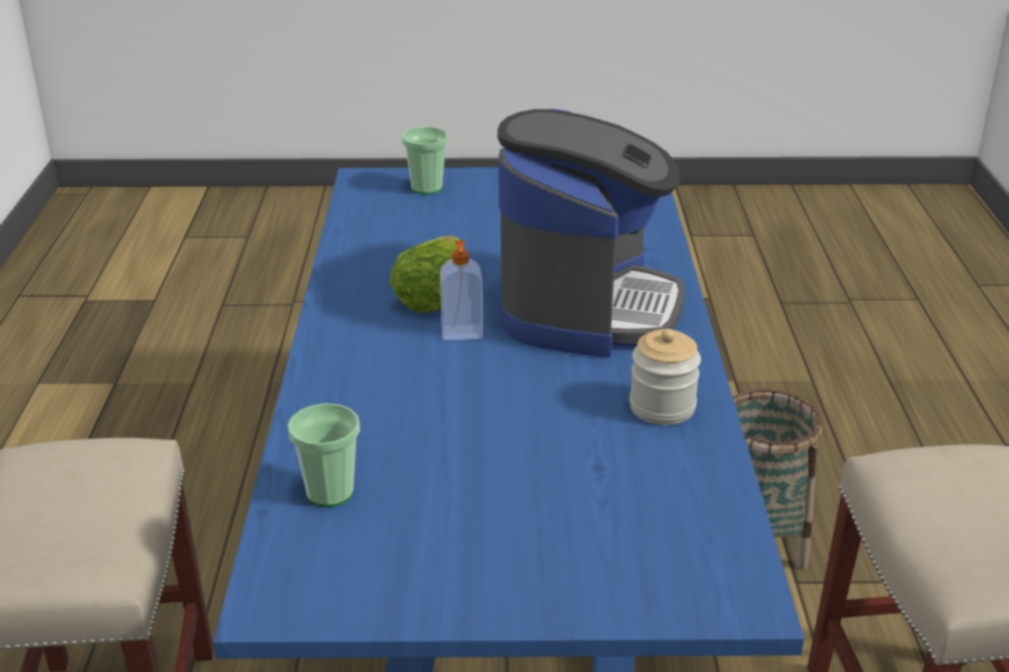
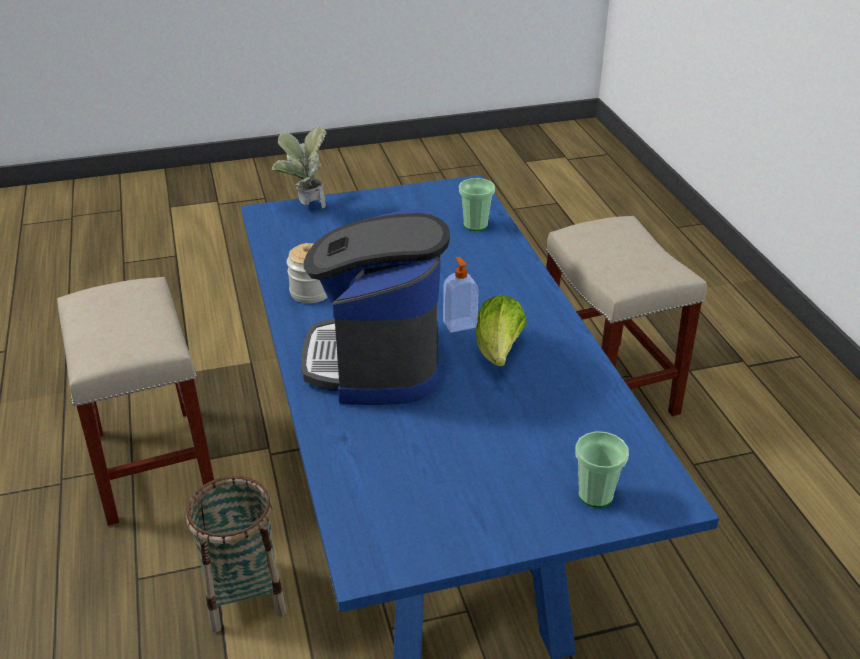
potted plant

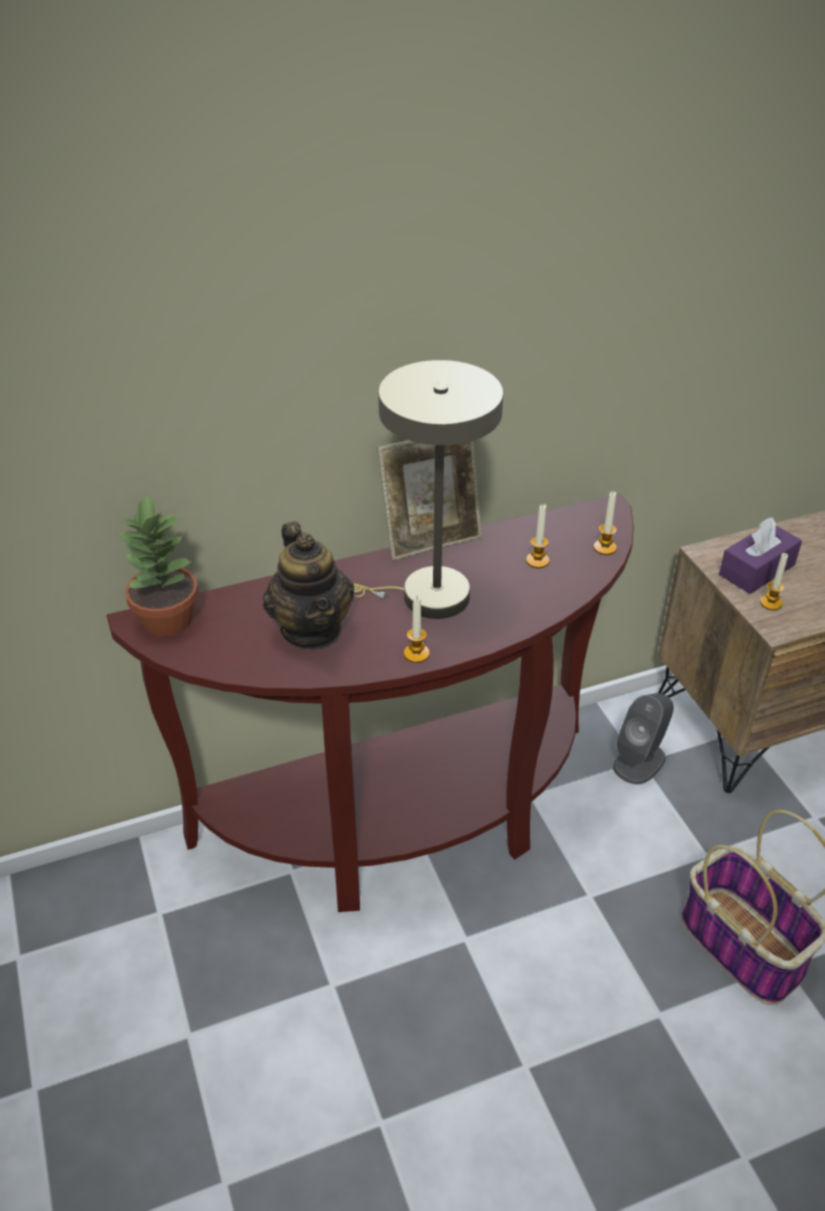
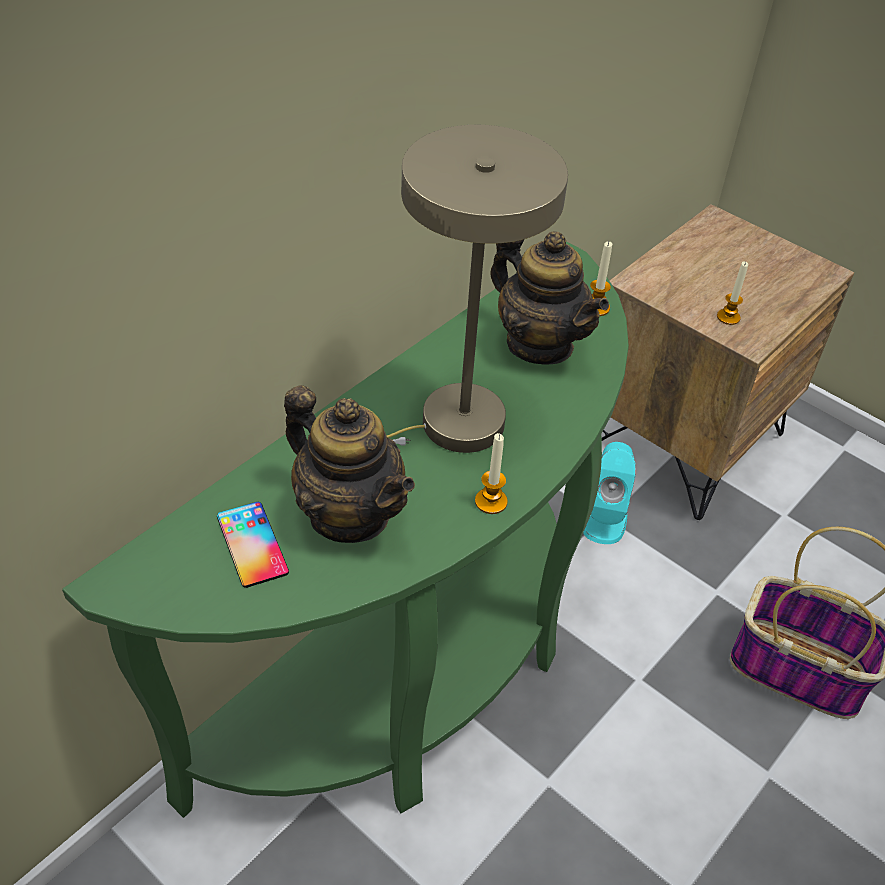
picture frame; console table (green); potted plant; teapot (2nd from left); tissue box (purple); speaker (turquoise); phone

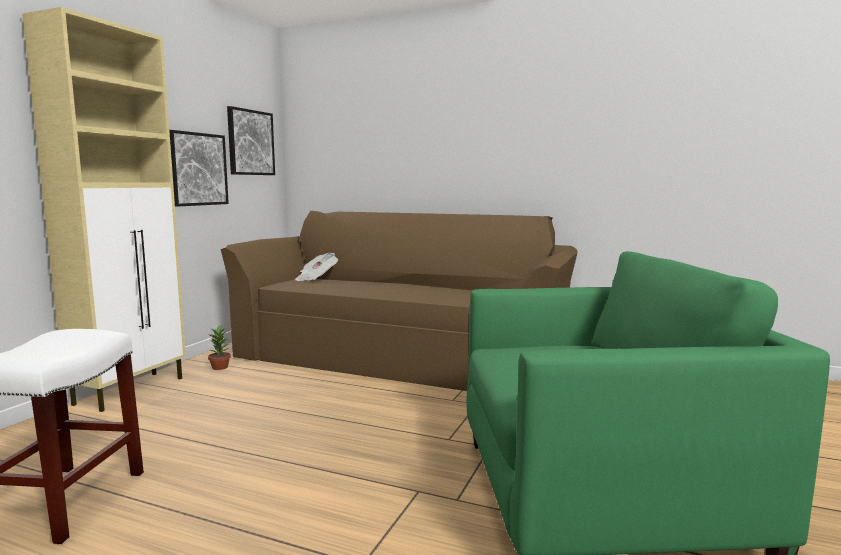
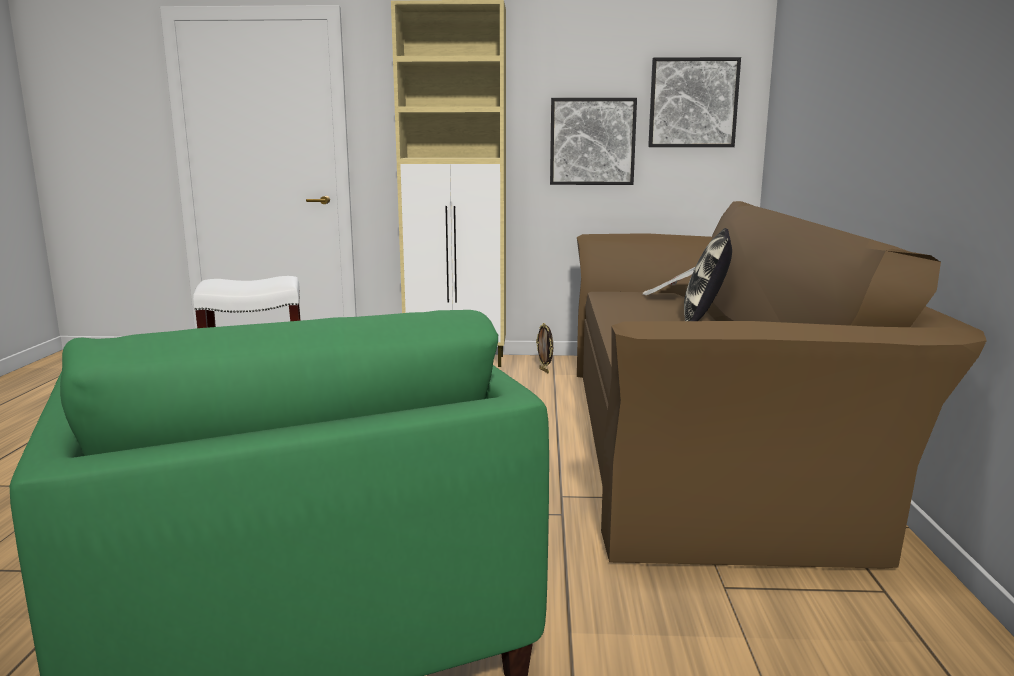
picture frame; pillow

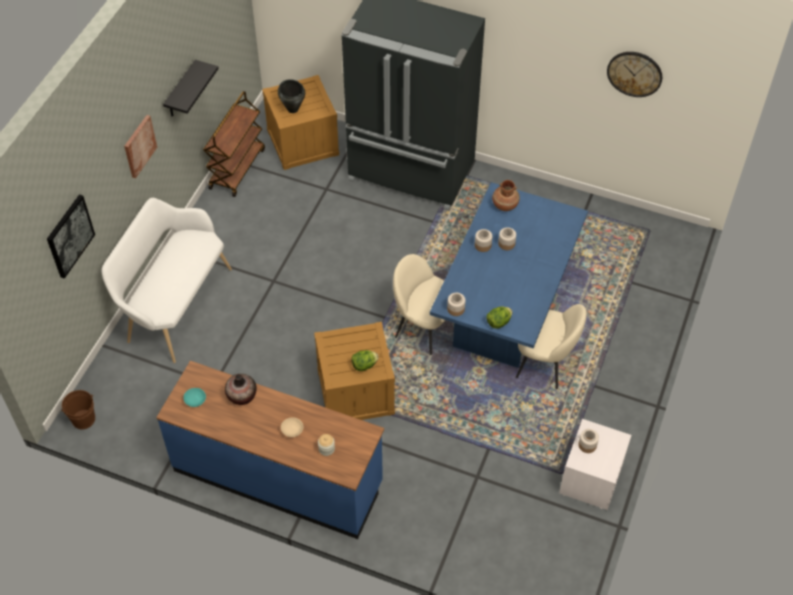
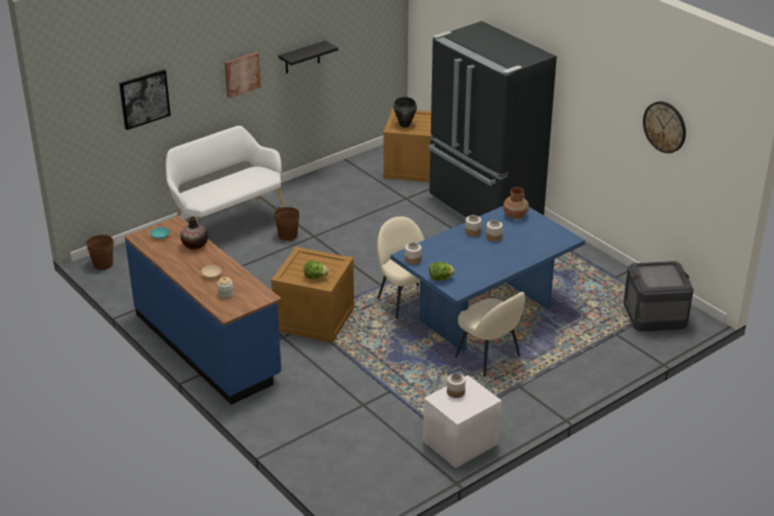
cart (brown); bucket (brown) (2nd from left); crate (3rd from left)

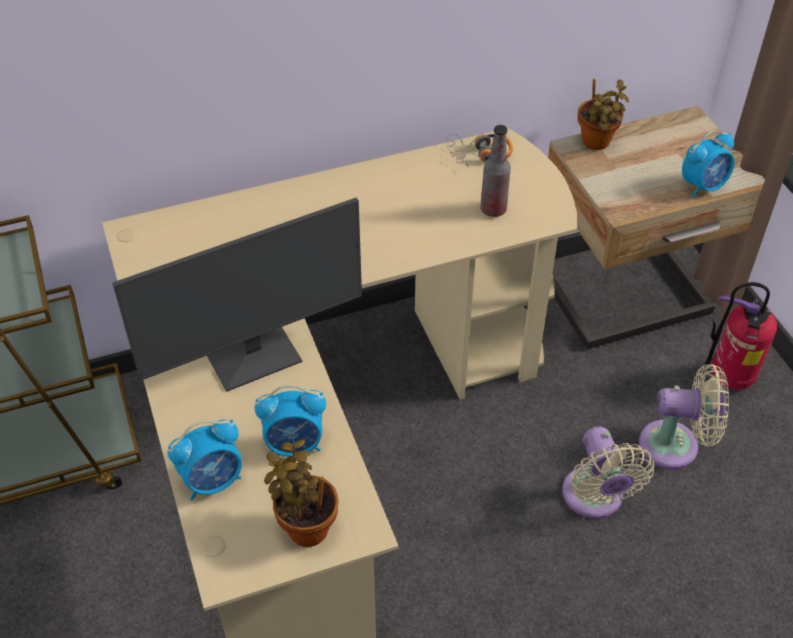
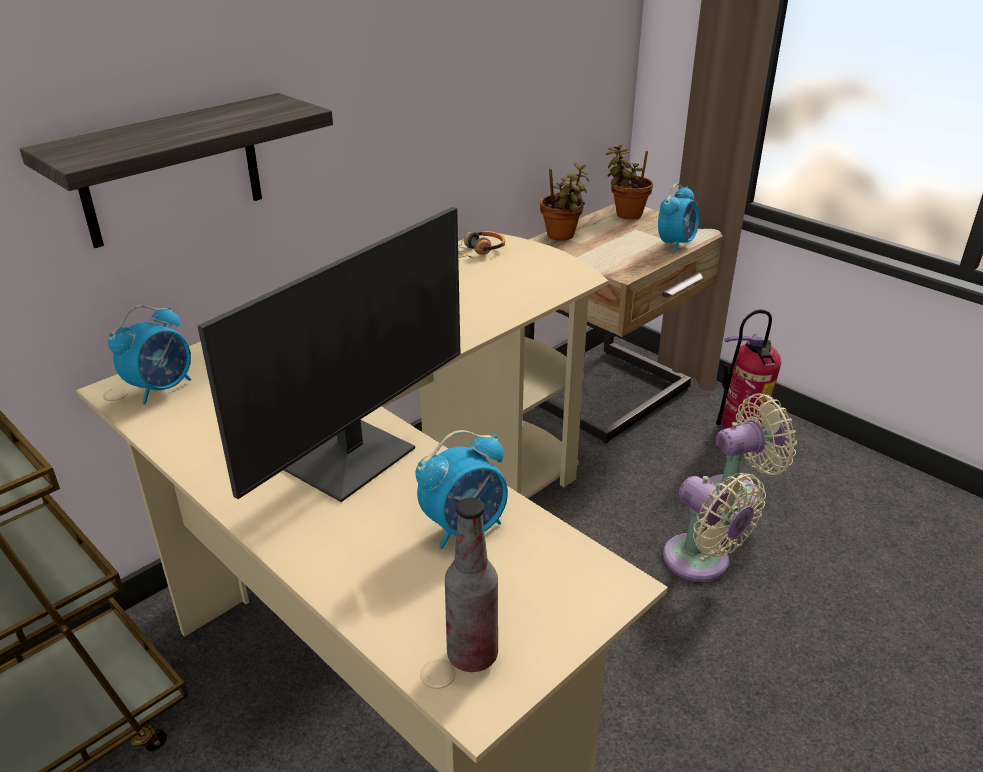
bottle; alarm clock (1st from left); potted plant (2nd from left); shelf

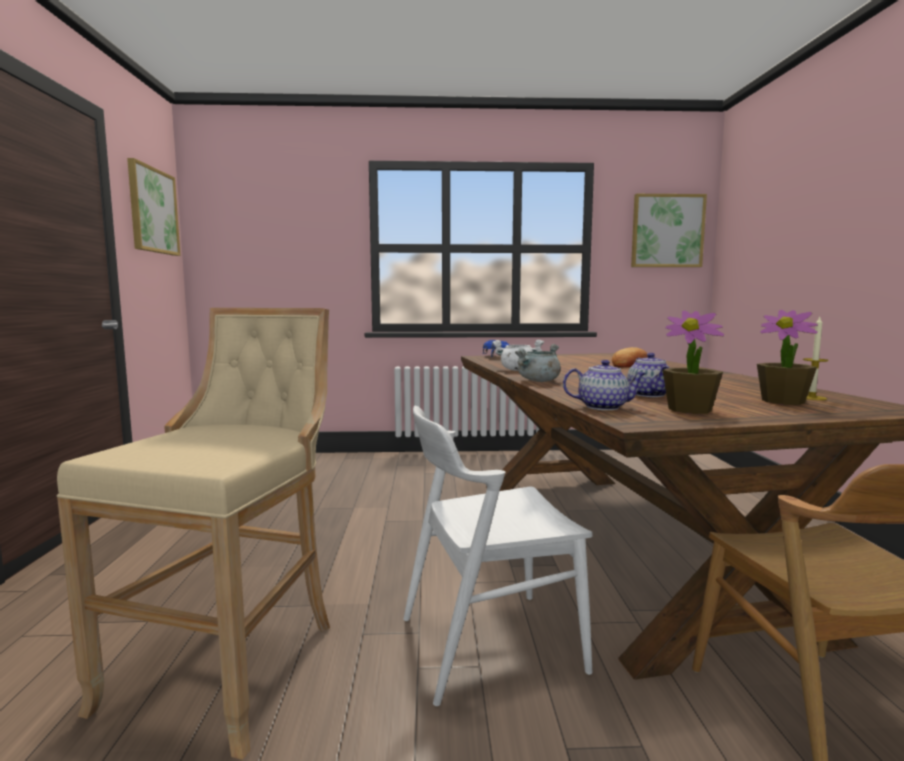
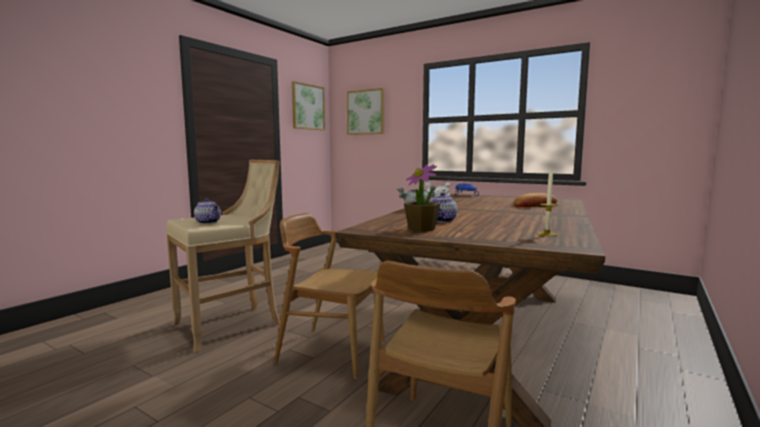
picture (2nd from left); potted plant (2nd from left in the first image); teapot (1st from left); chair (brown) (1st from left)

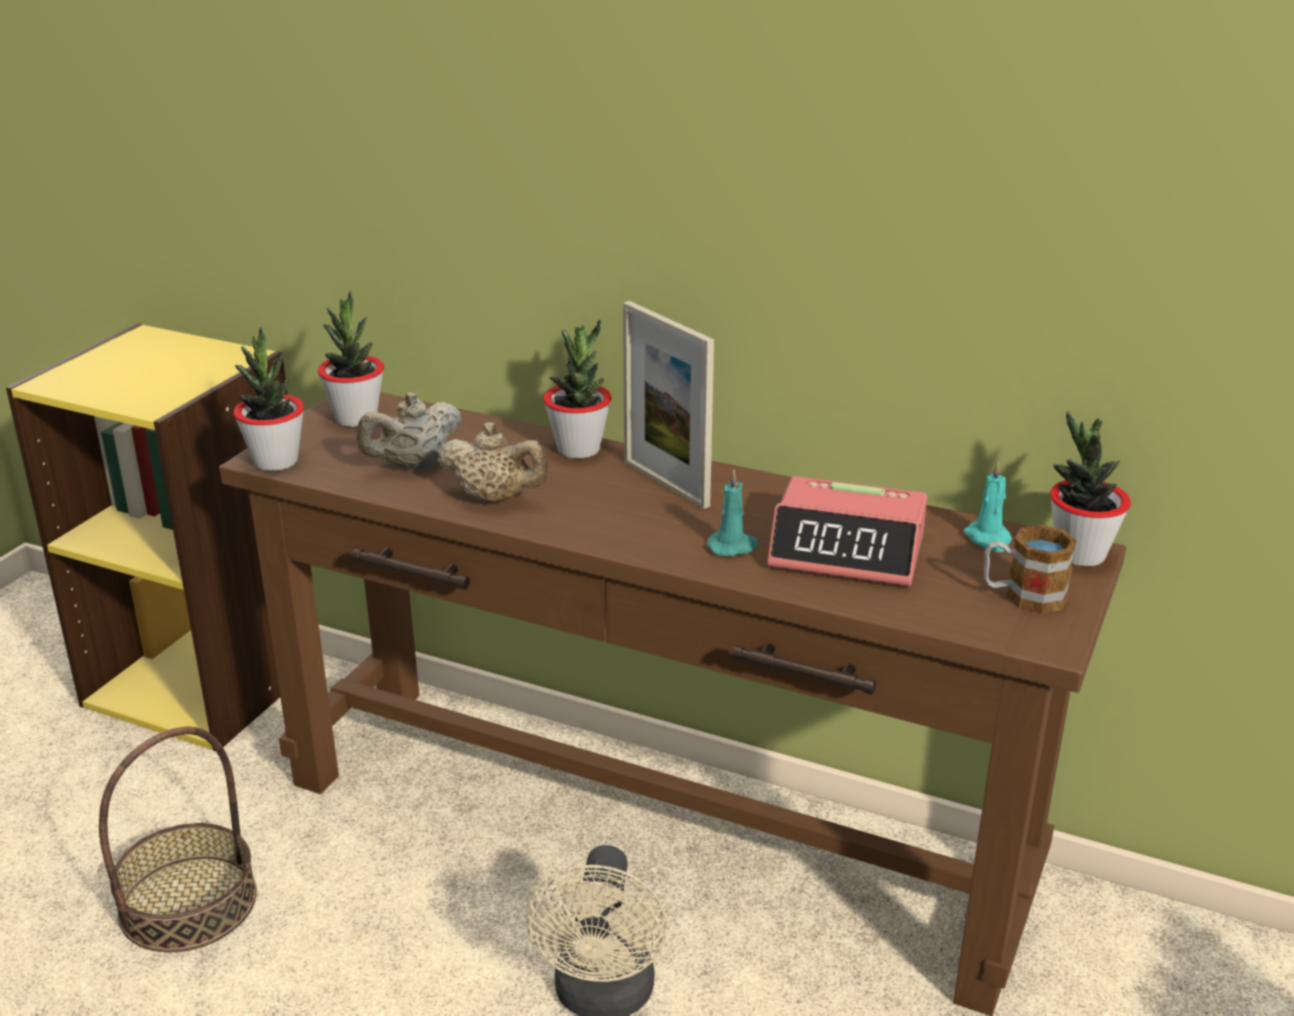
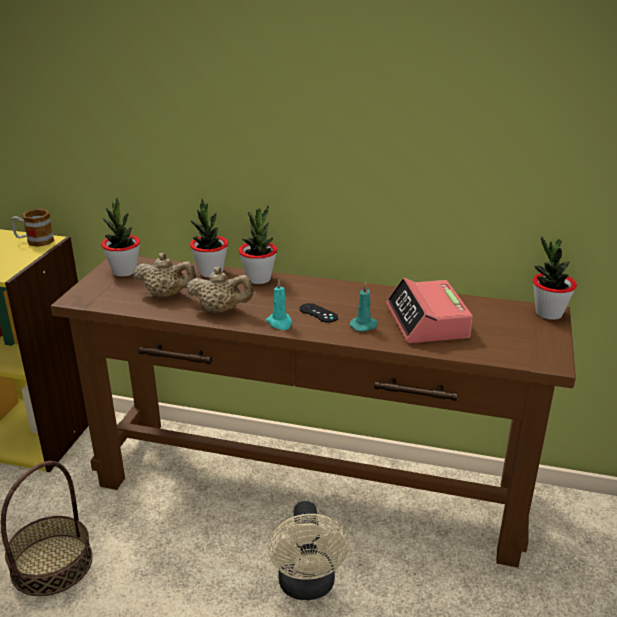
picture frame; potted plant (2nd from left); teapot (beige) (1st from left); candle (turquoise) (1st from left); alarm clock; mug; game controller (black)

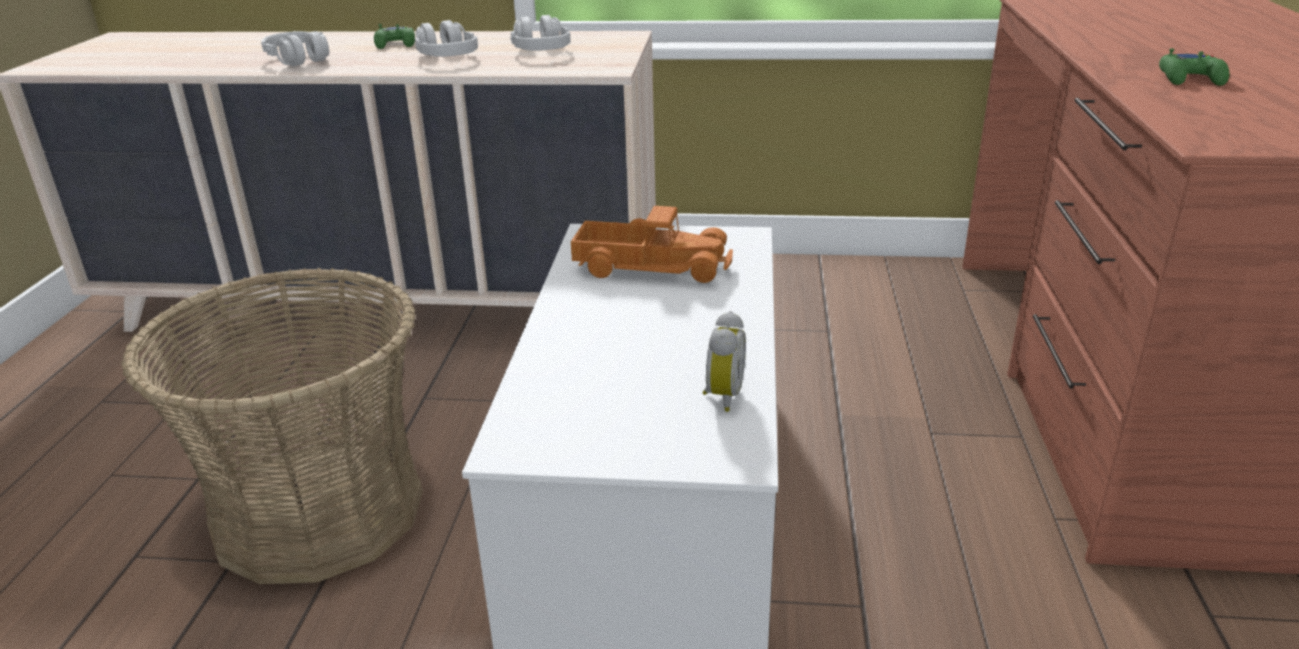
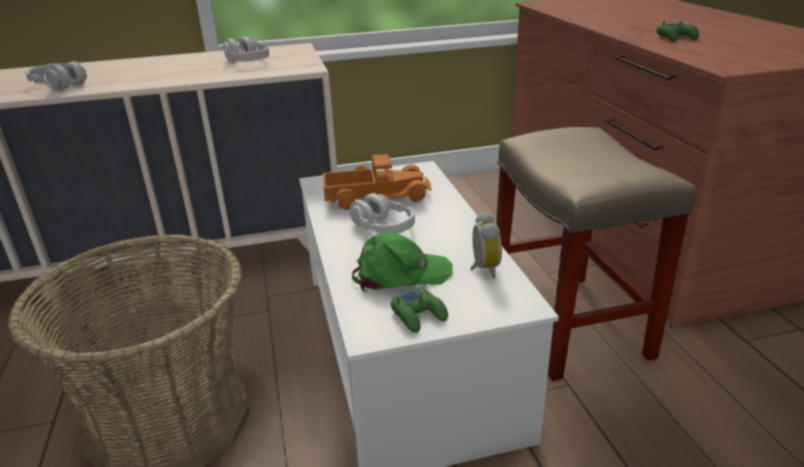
headphones (grey) (3rd from left); game controller (green) (1st from left); stool (beige); cap (green)

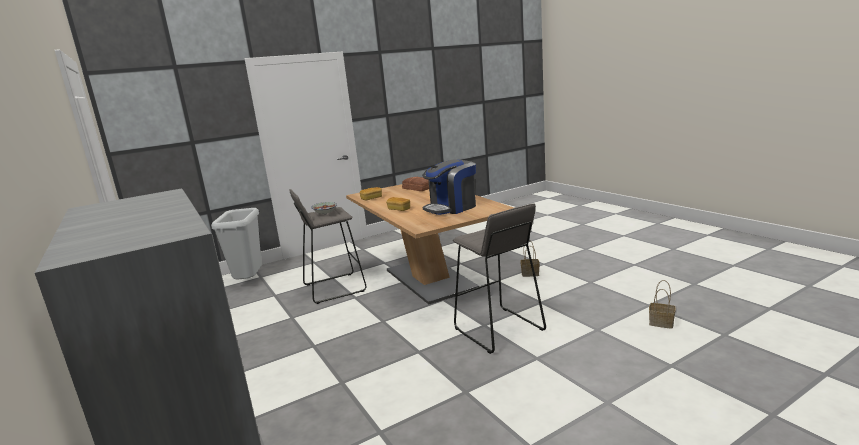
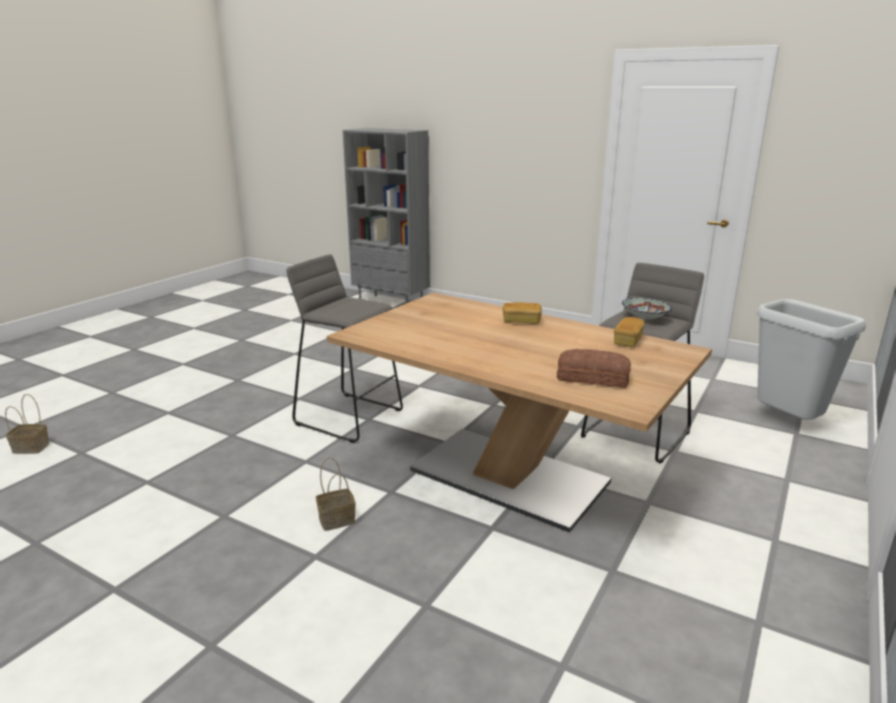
coffee machine; basket (1st from left)

